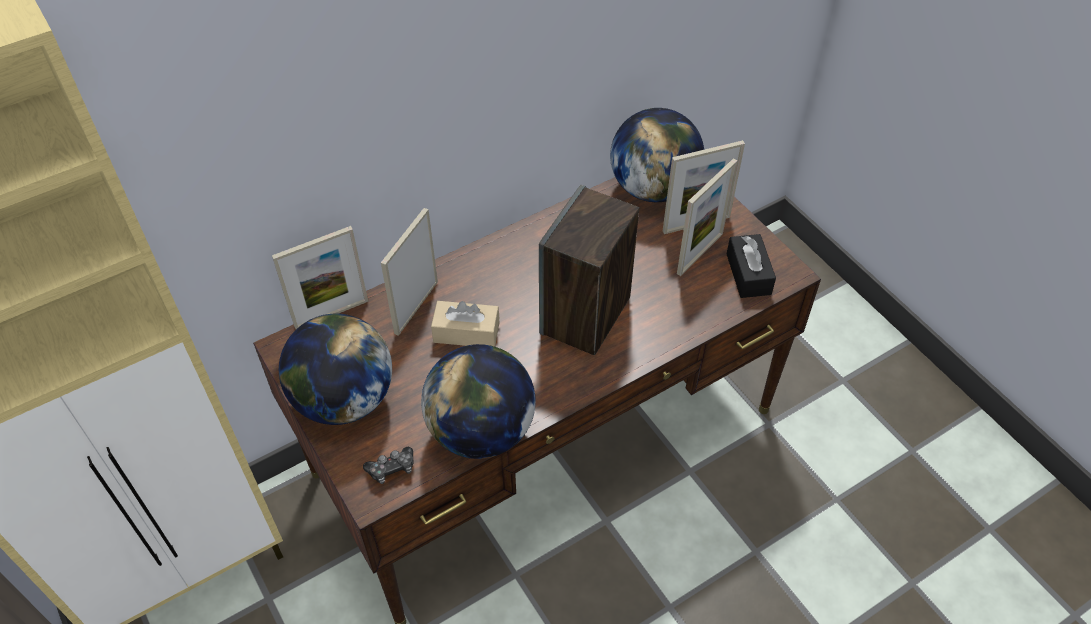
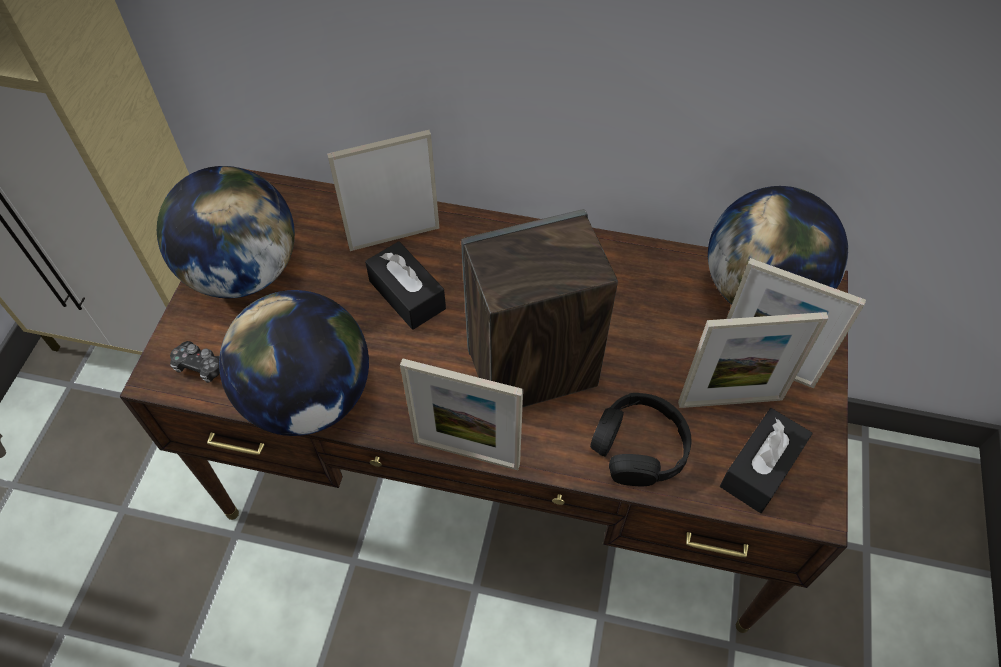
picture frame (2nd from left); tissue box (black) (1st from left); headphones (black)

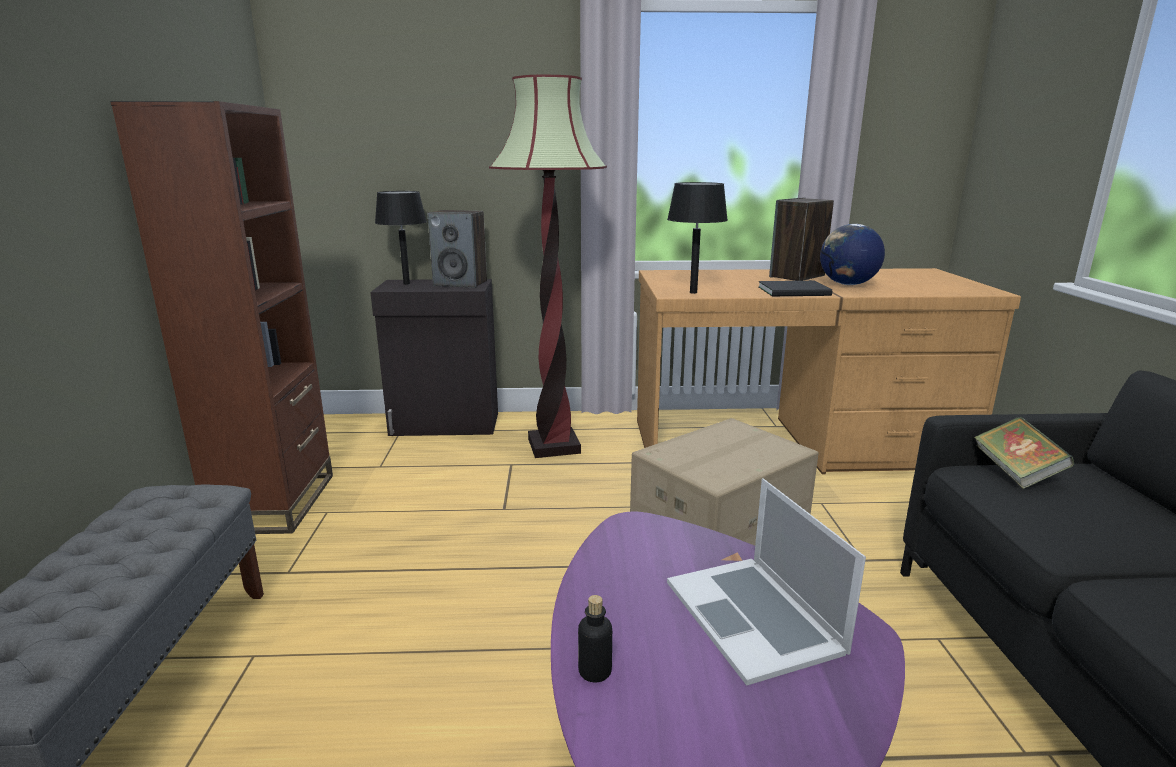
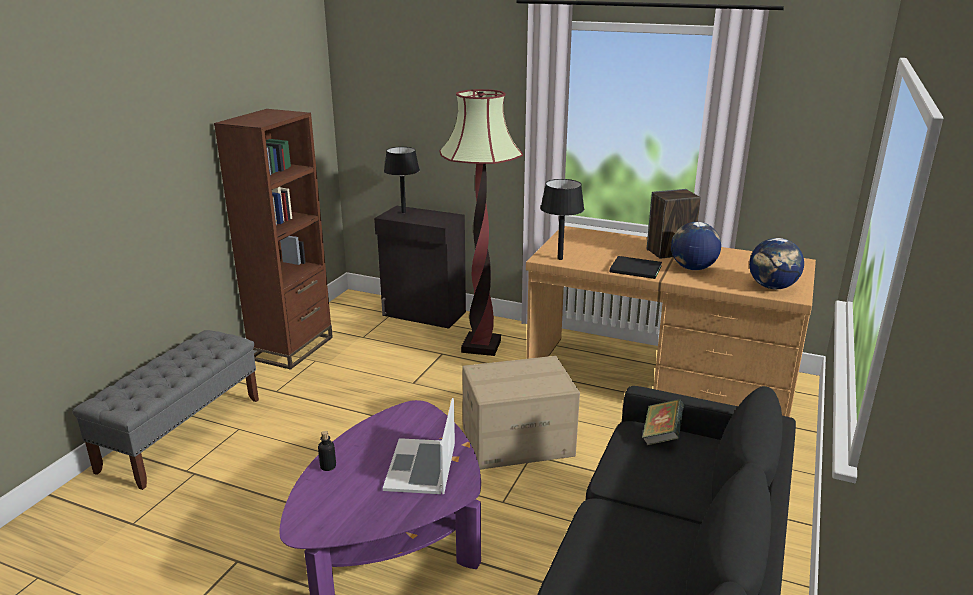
speaker (1st from left in the first image); globe (2nd from left)

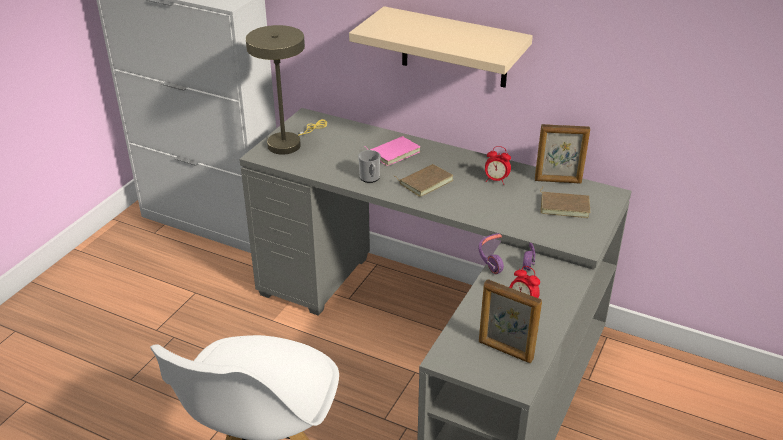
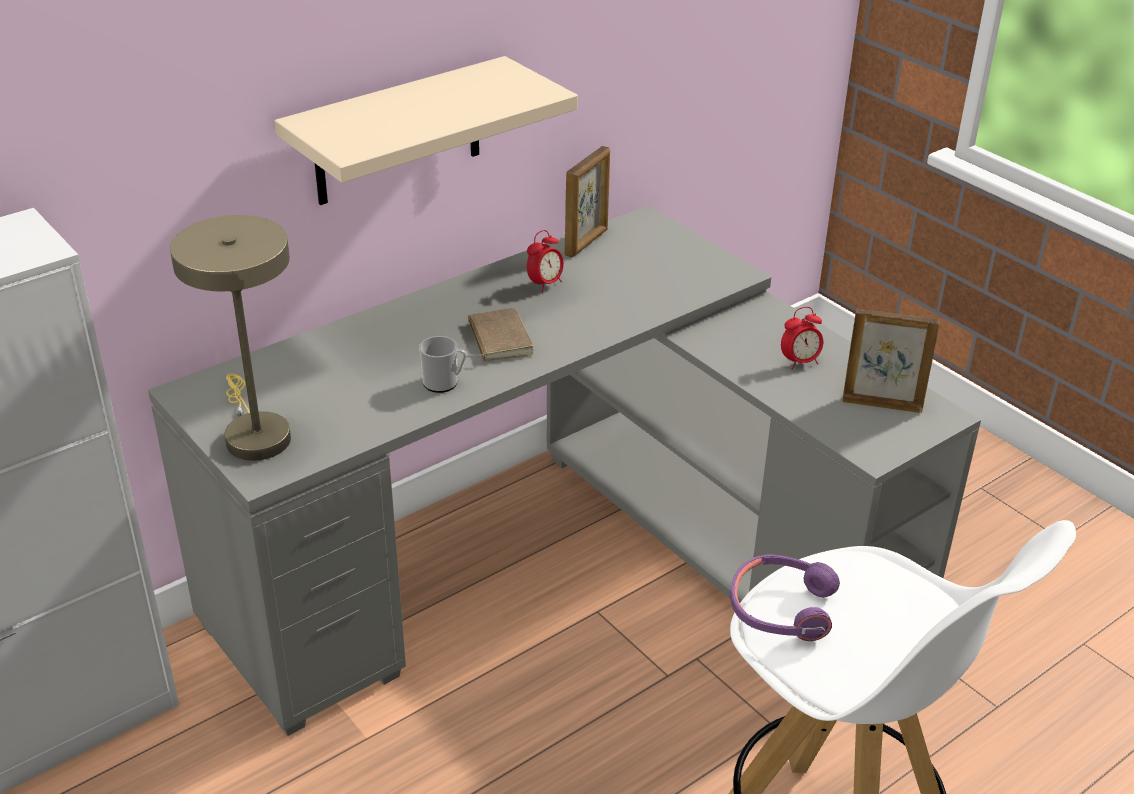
book (pink); book (brown) (2nd from left in the first image); headphones (purple); picture frame (2nd from left)

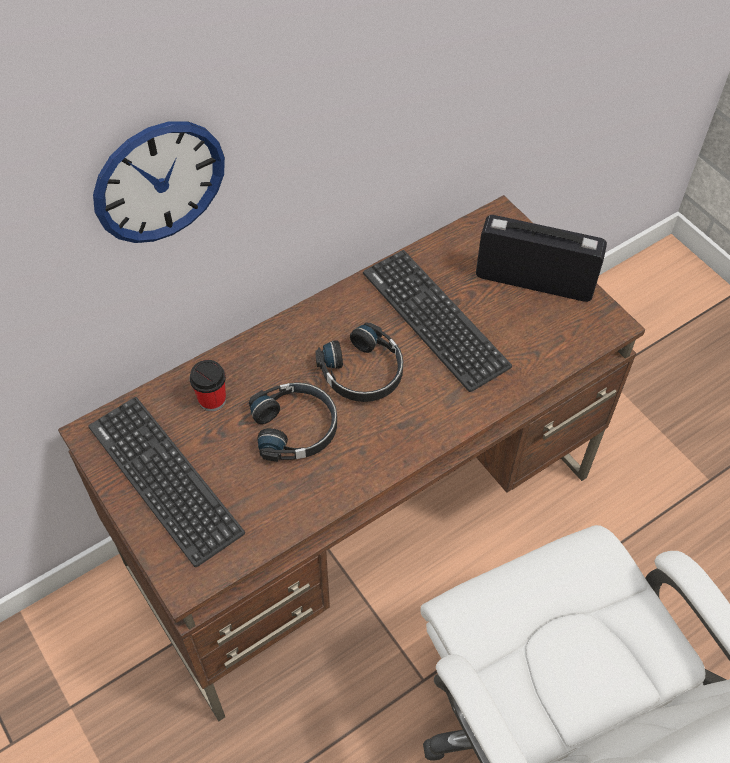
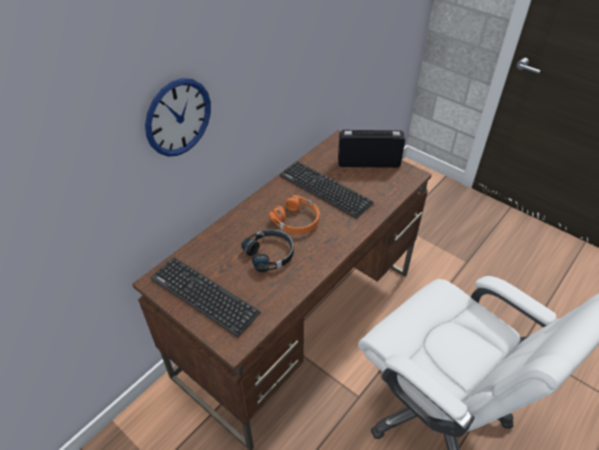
headphones (orange); cup

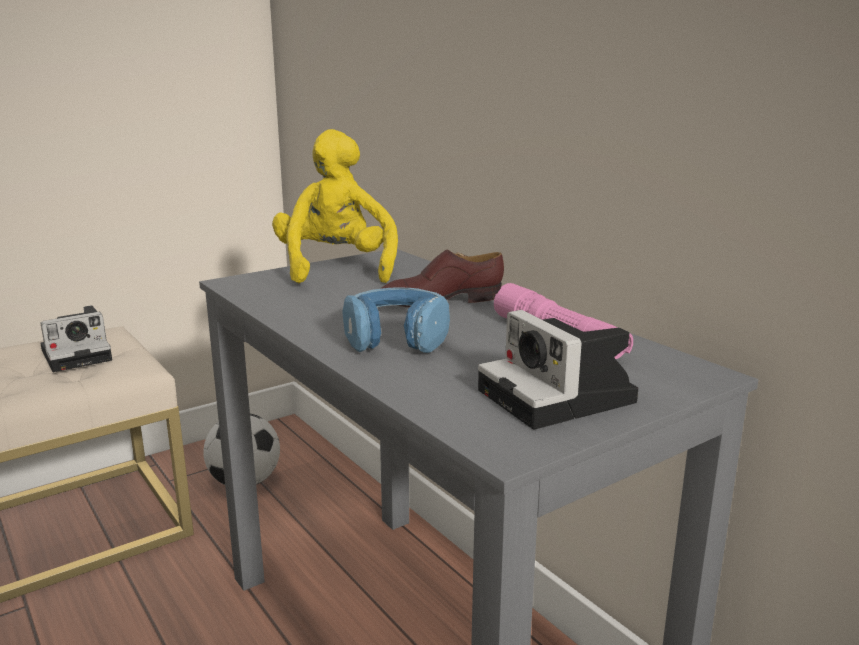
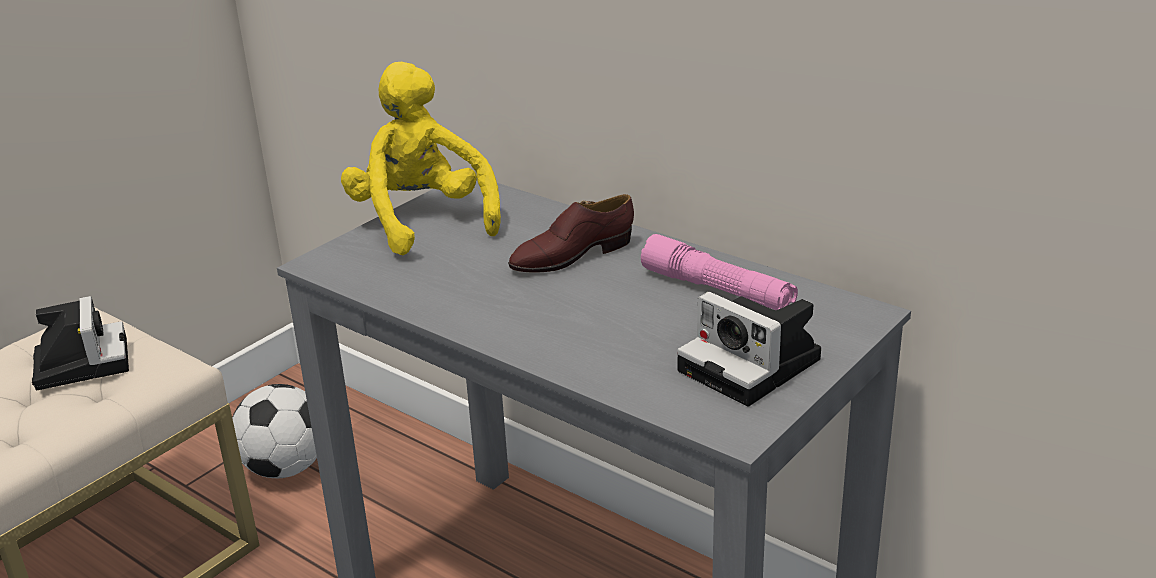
headphones (blue); photo camera (1st from left)

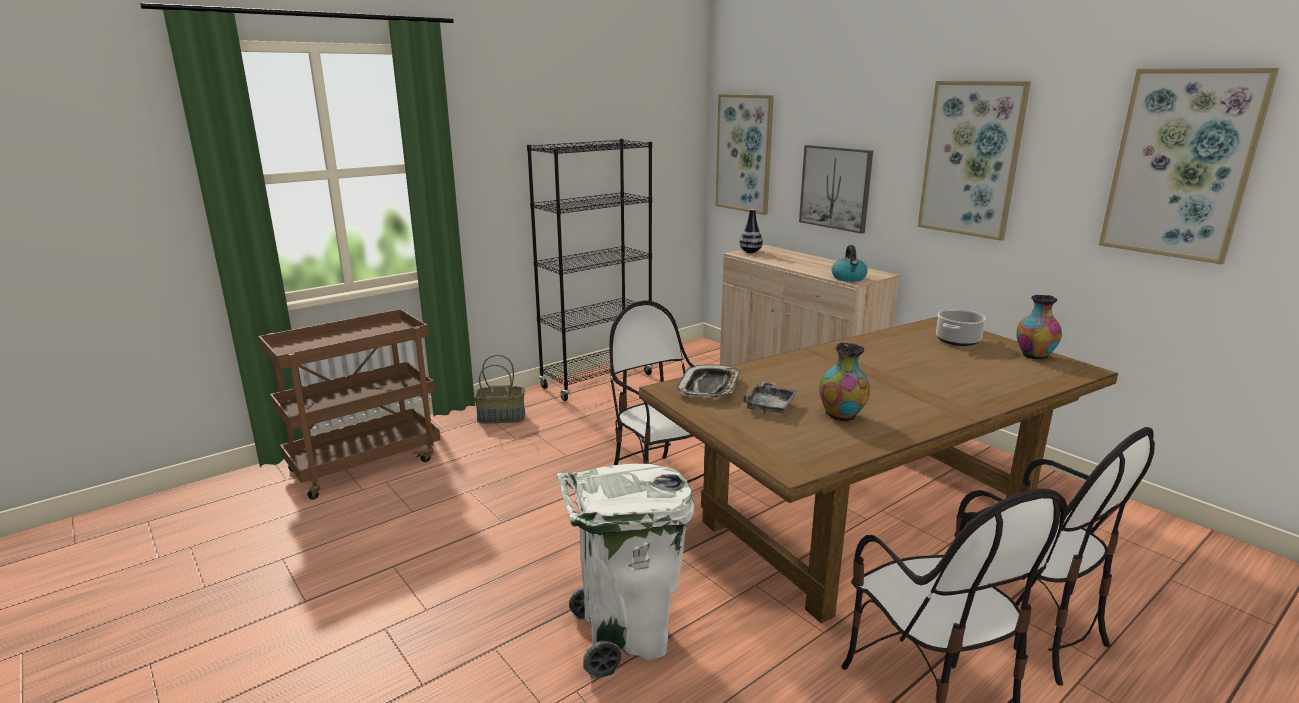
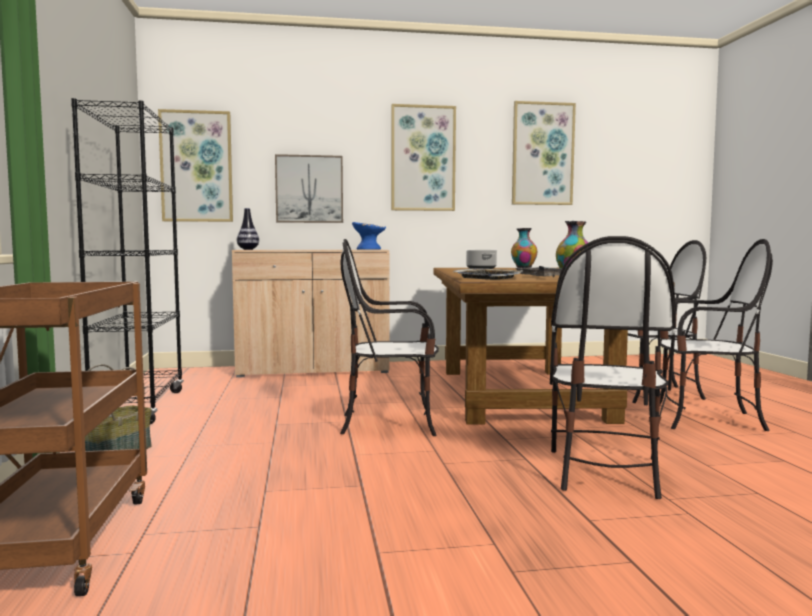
bowl (blue); chair (2nd from left)

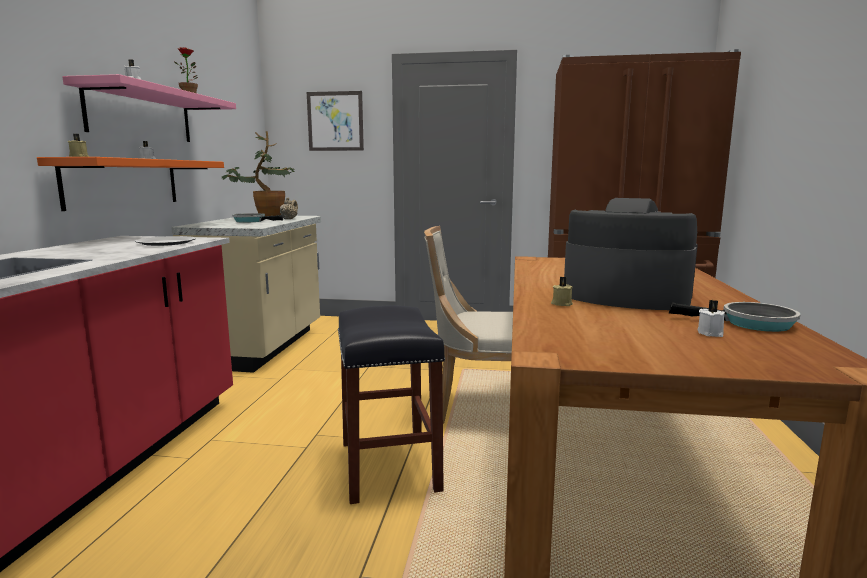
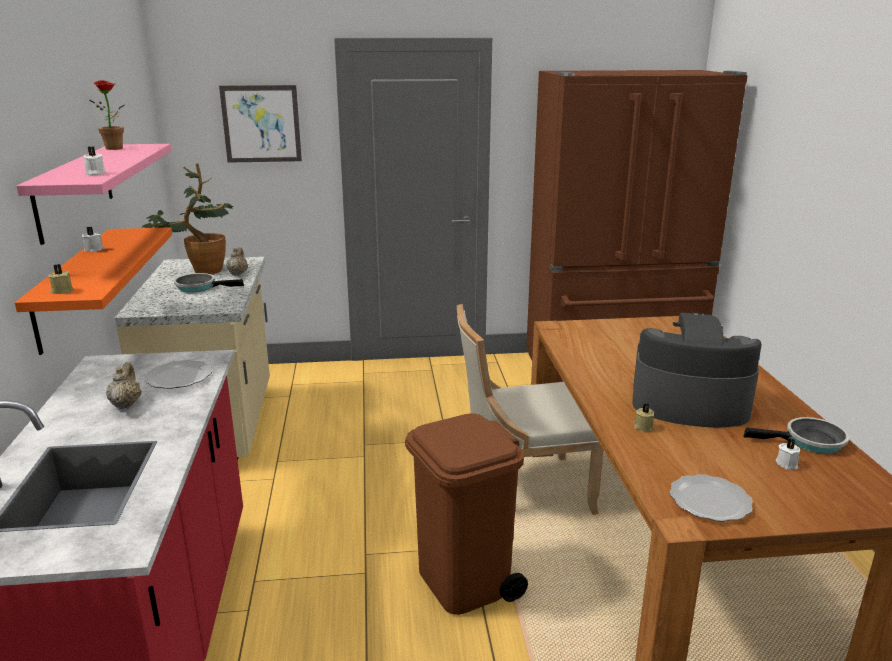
trash can (brown); teapot (beige) (1st from left); plate (2nd from left)

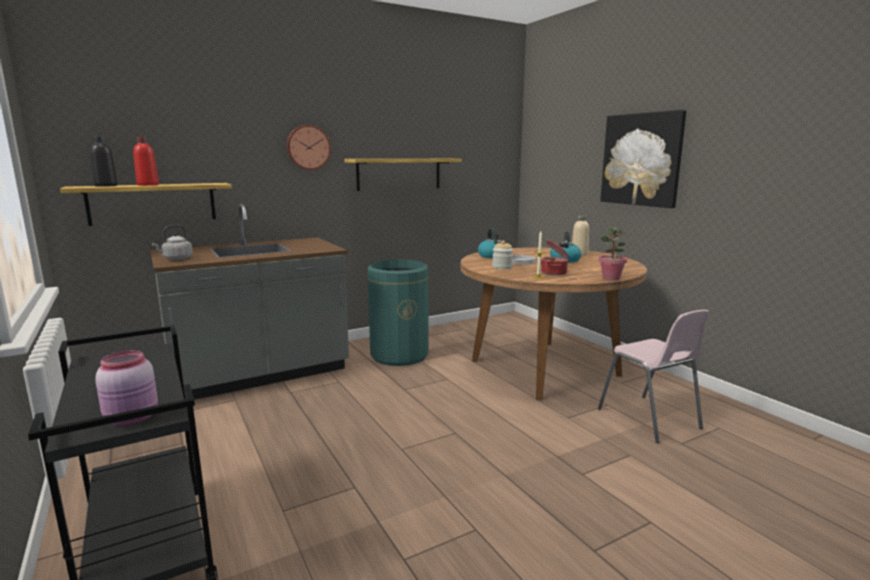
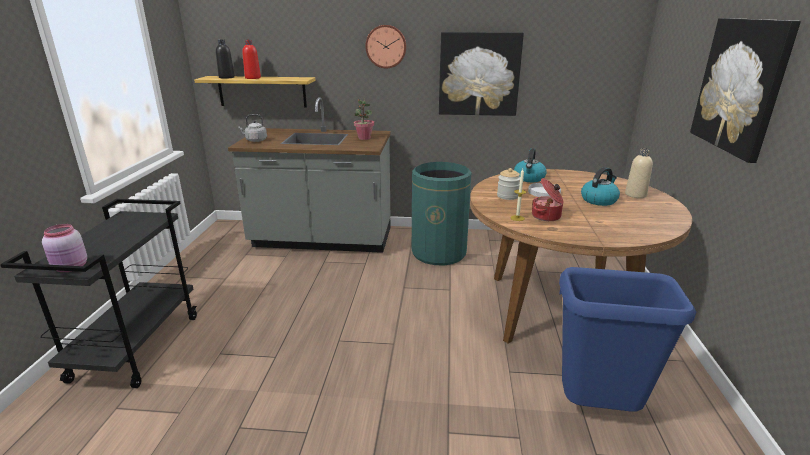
picture (1st from left); potted plant; trash can (blue)

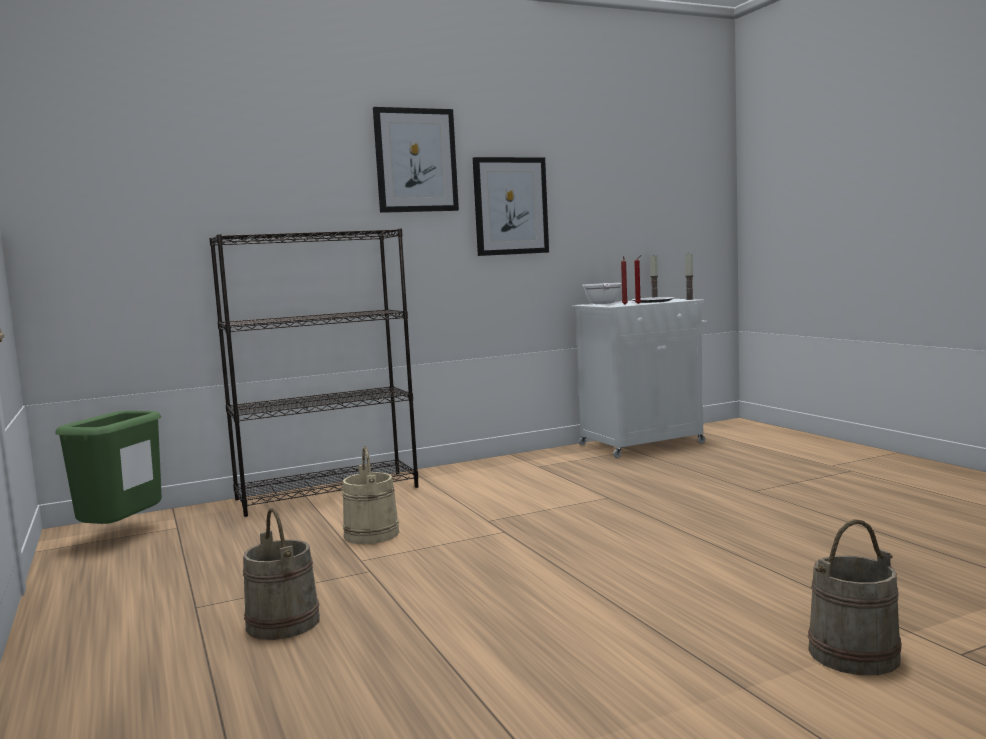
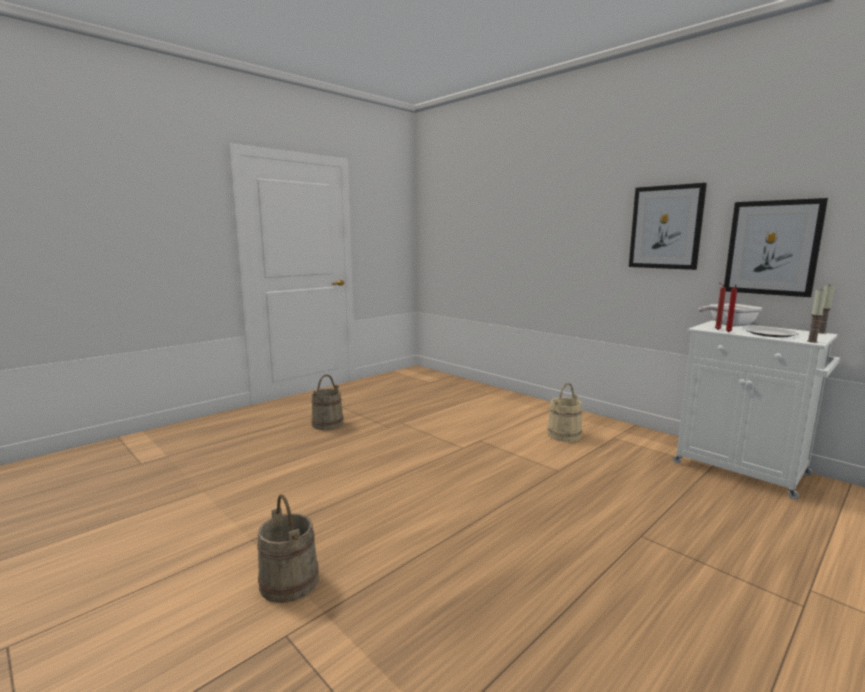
picture (2nd from left); bookcase (black); trash can (green); bucket (beige) (3rd from left)

